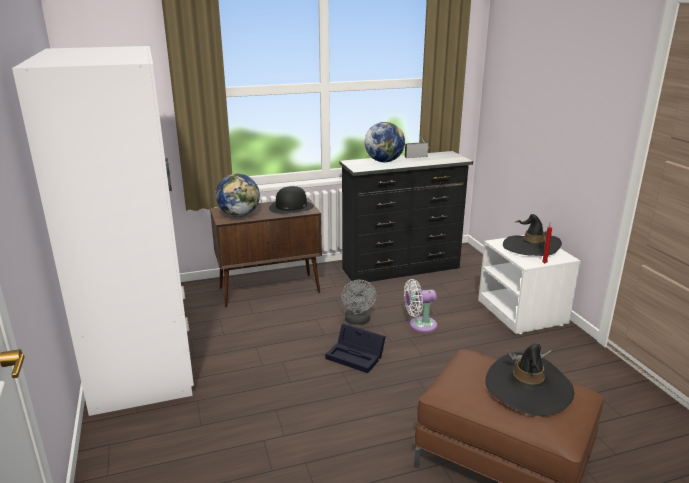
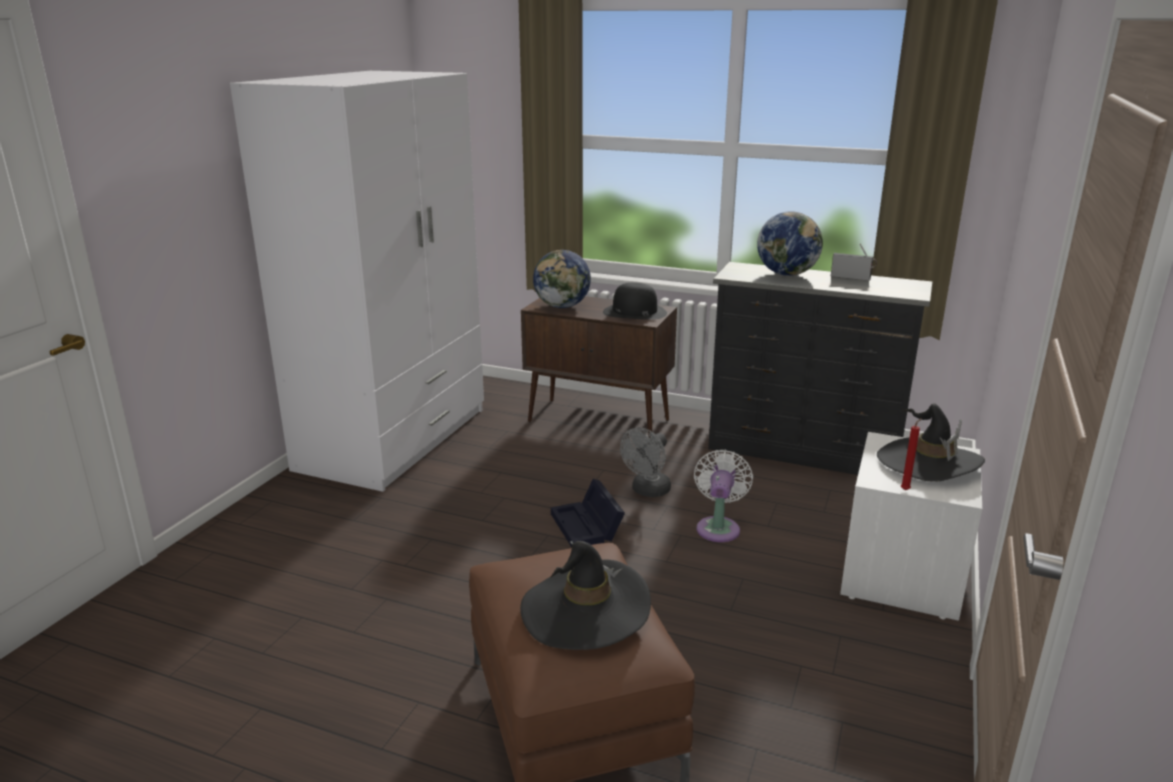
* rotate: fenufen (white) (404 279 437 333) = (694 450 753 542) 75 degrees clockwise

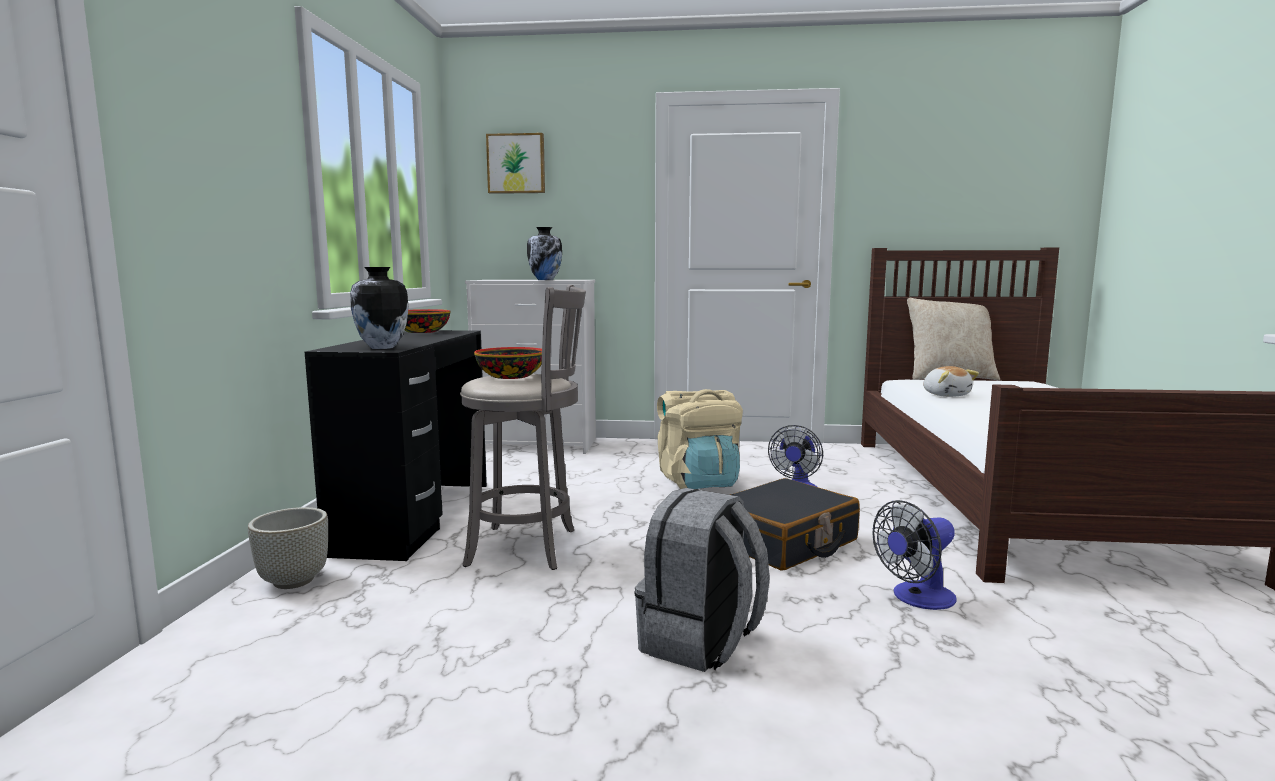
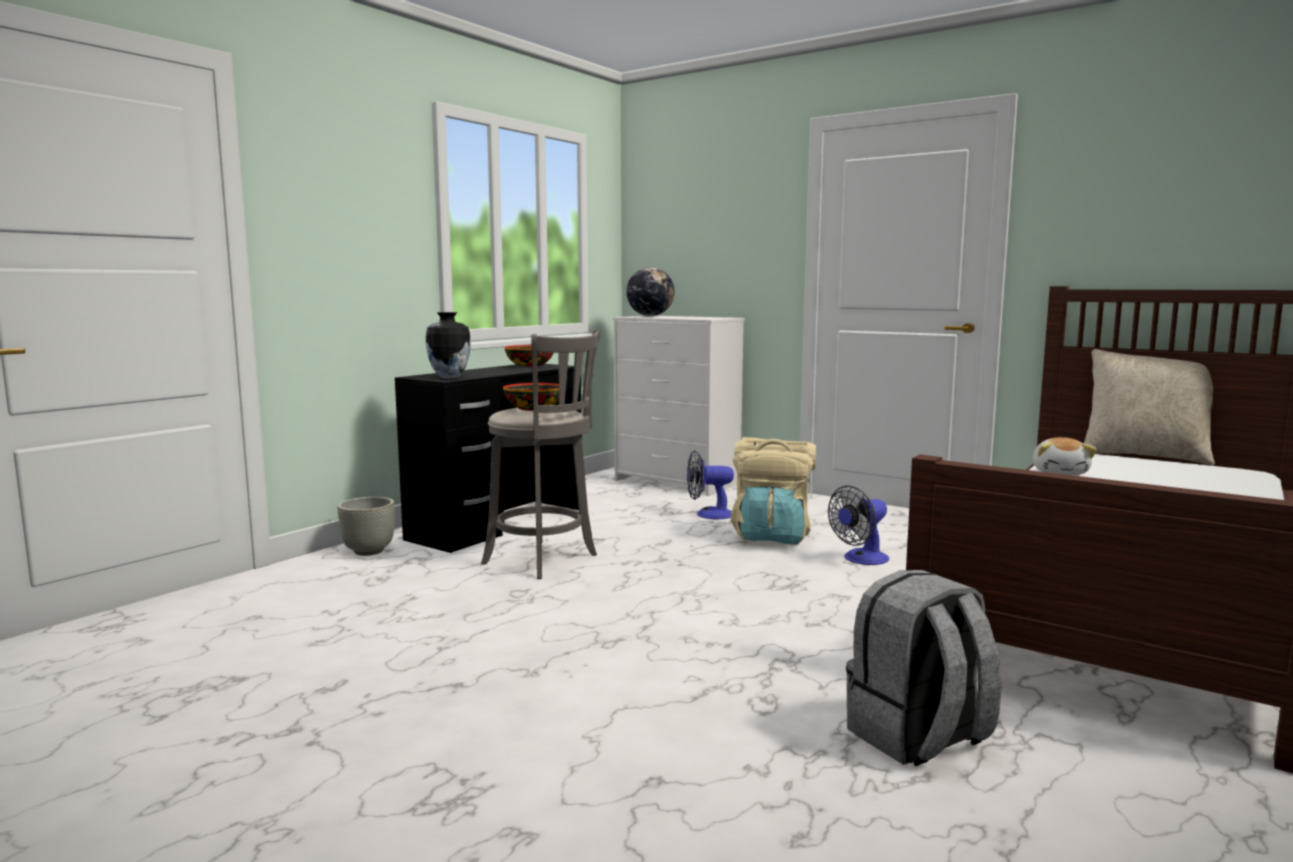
* delete: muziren (486 133 545 194)
* delete: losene (527 227 562 280)
* delete: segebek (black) (730 478 860 570)
* insert: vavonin (626 267 674 316)
* move: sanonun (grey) (634 488 770 672) to (846 570 1002 766)
* move: fenufen (873 500 957 610) to (687 450 734 520)

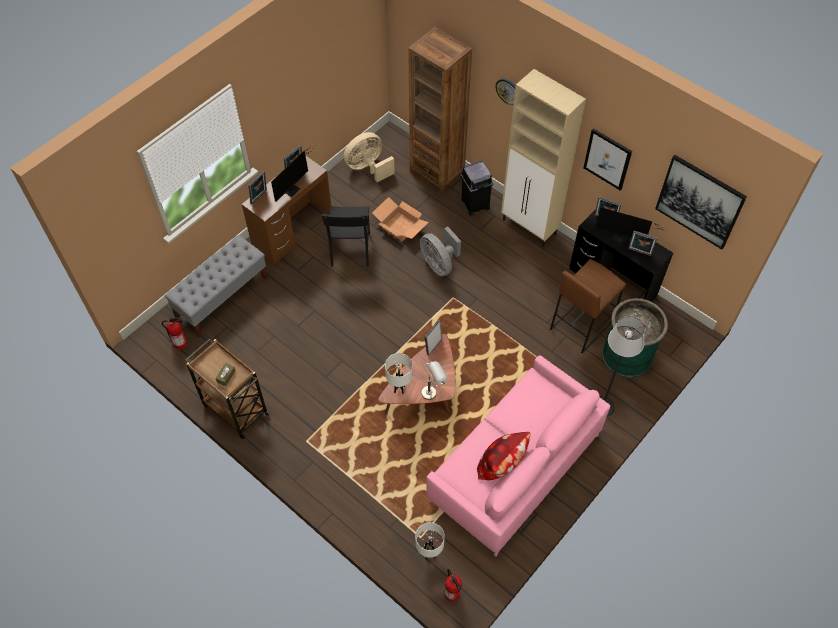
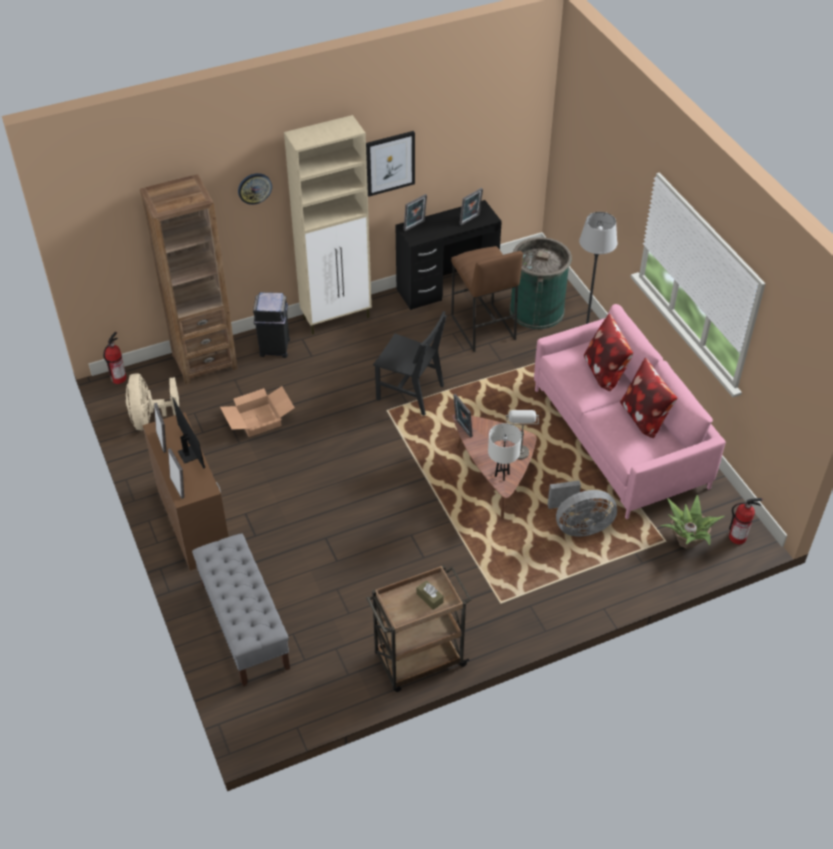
* delete: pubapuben (595 207 665 244)
* delete: muziren (655 155 747 249)
* insert: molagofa (584 314 633 391)
* move: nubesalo (162 317 187 349) to (103 332 127 384)
* move: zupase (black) (322 206 370 267) to (373 311 447 416)
* move: fenufen (grey) (420 227 461 276) to (548 481 617 537)
* replace: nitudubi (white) (415 522 445 560) to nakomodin (660 495 725 549)

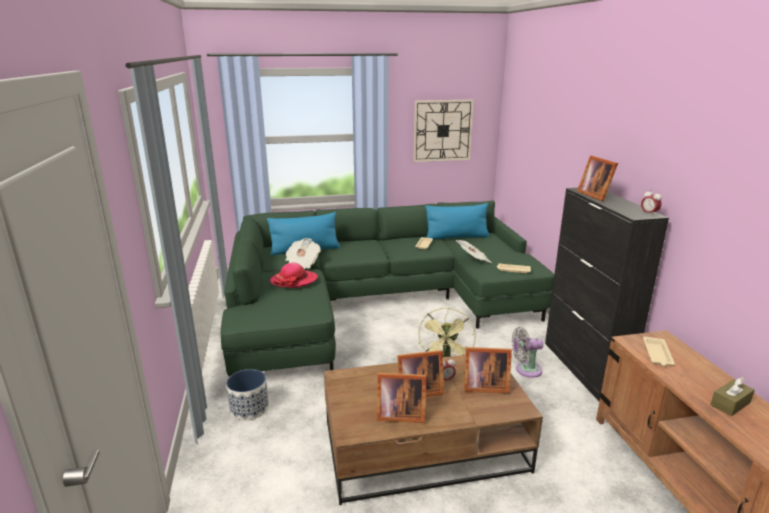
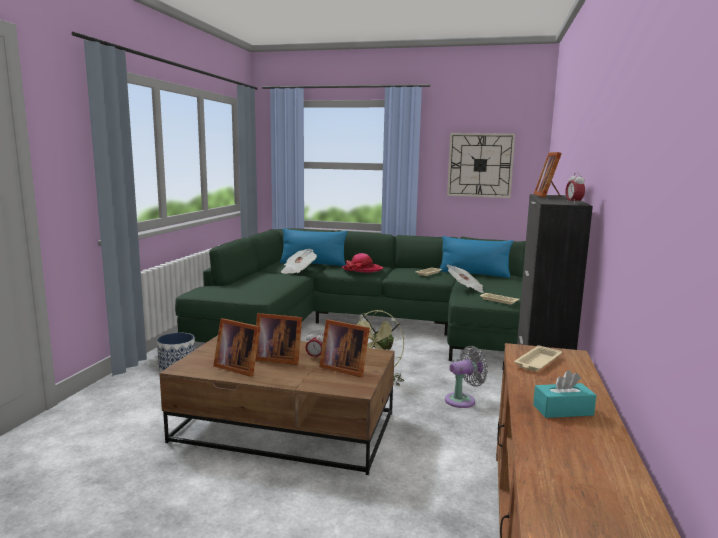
* move: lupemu (270 263 318 288) to (342 253 384 273)
* recolor: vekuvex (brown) (710 377 755 416) to vekuvex (turquoise) (533 370 596 418)
* rotate: fenufen (grey) (512 327 543 378) = (445 346 488 408) 135 degrees clockwise

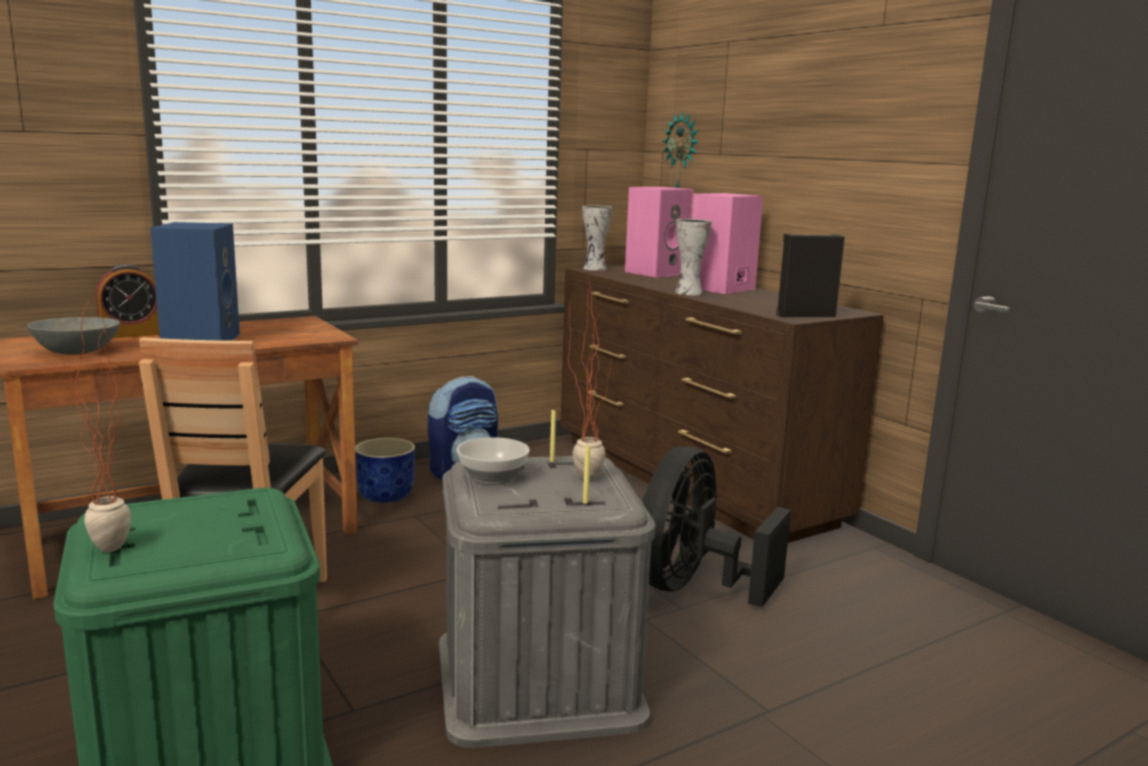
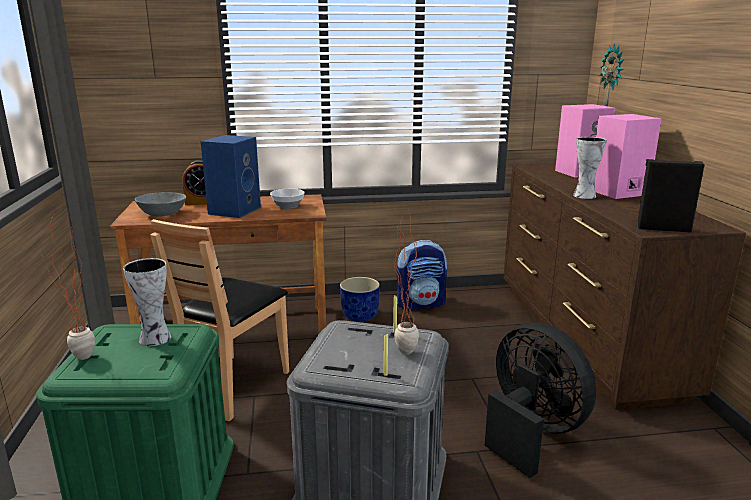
* move: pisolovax (457 437 530 485) to (270 189 305 209)
* move: losene (582 205 613 271) to (123 258 171 346)
* rotate: fenufen (black) (643 446 791 607) = (485 323 596 478) 90 degrees clockwise

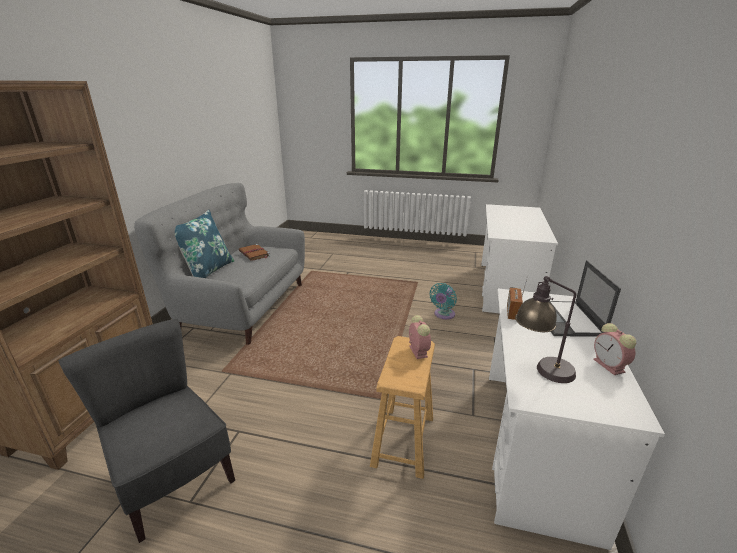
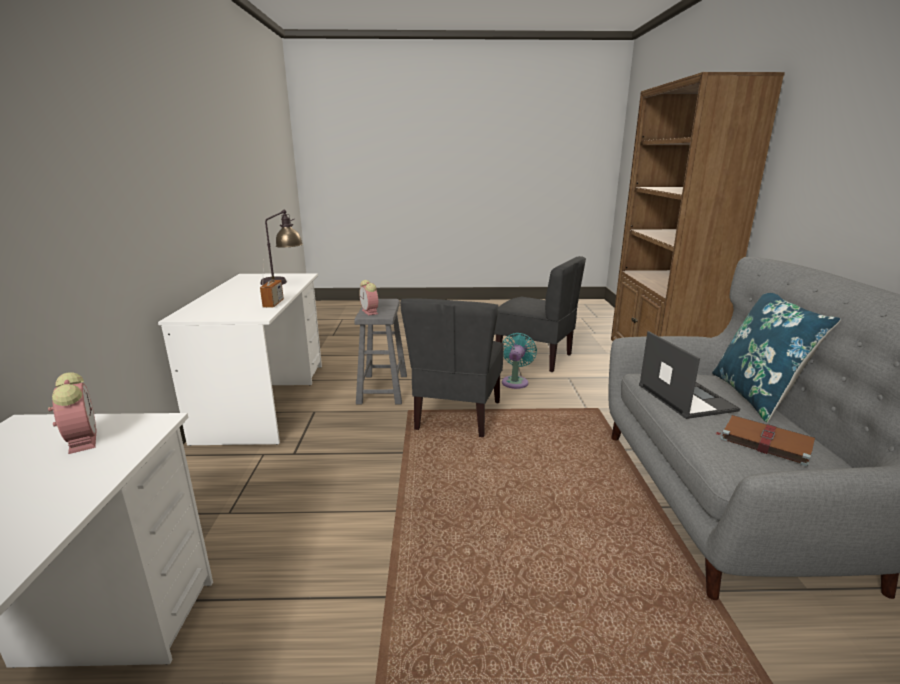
* insert: zupase (grey) (400 298 504 437)
* move: fenufen (turquoise) (429 283 457 319) to (502 333 537 389)
* move: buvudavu (549 260 621 337) to (639 331 741 419)
* move: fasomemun (593 323 636 375) to (48 372 97 454)
* recolor: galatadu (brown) (370 336 435 479) to galatadu (grey) (354 299 407 405)

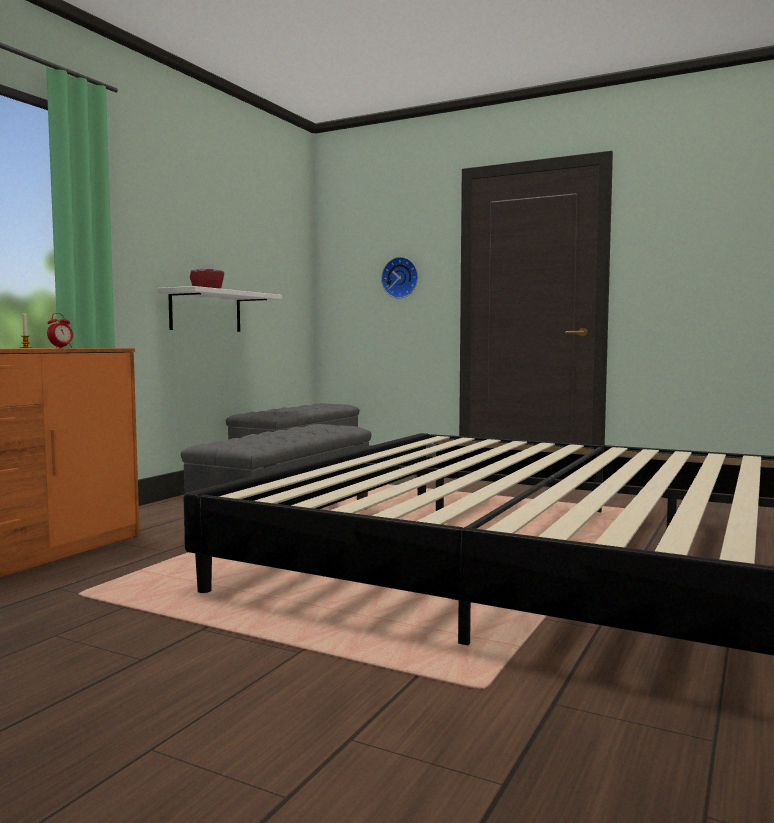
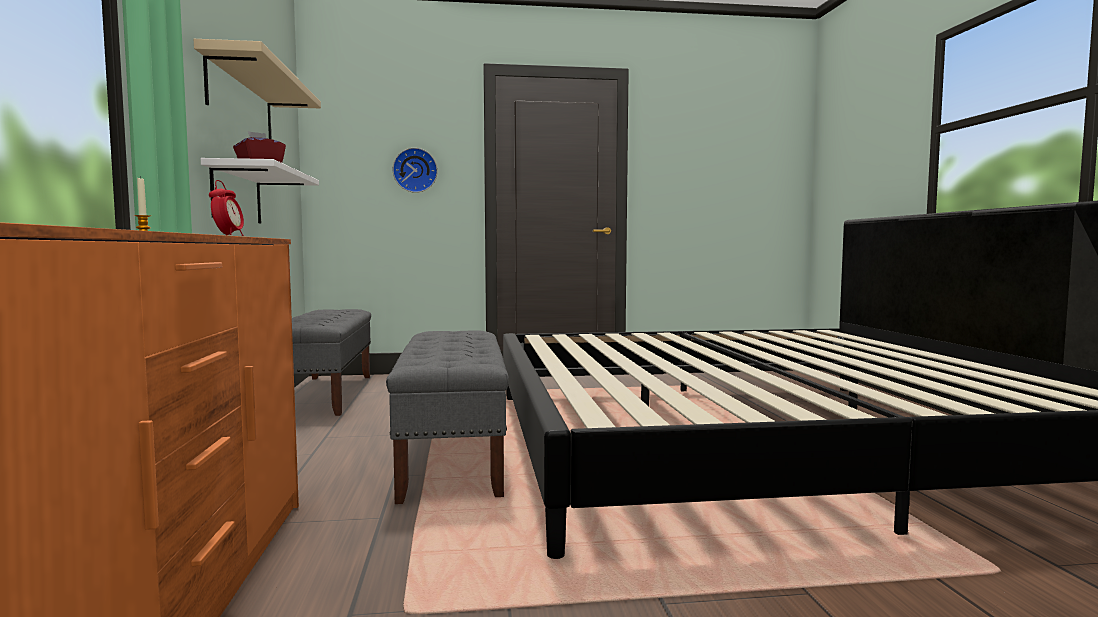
* insert: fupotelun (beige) (194 39 321 139)

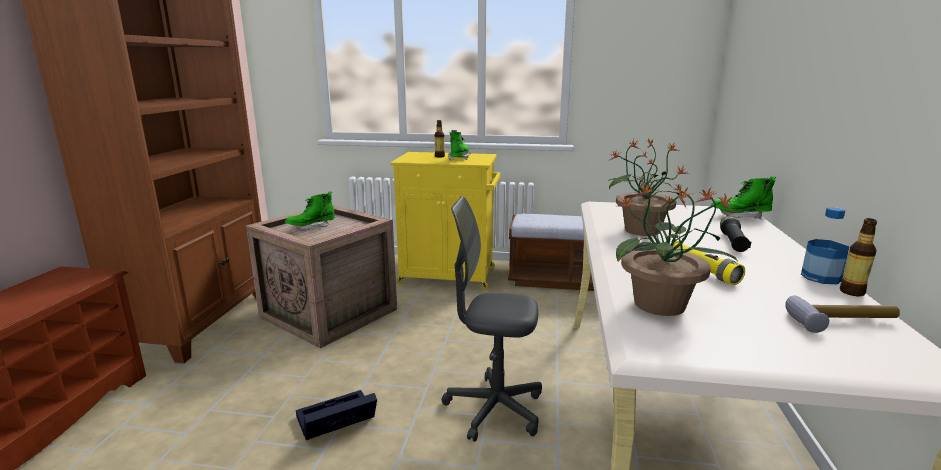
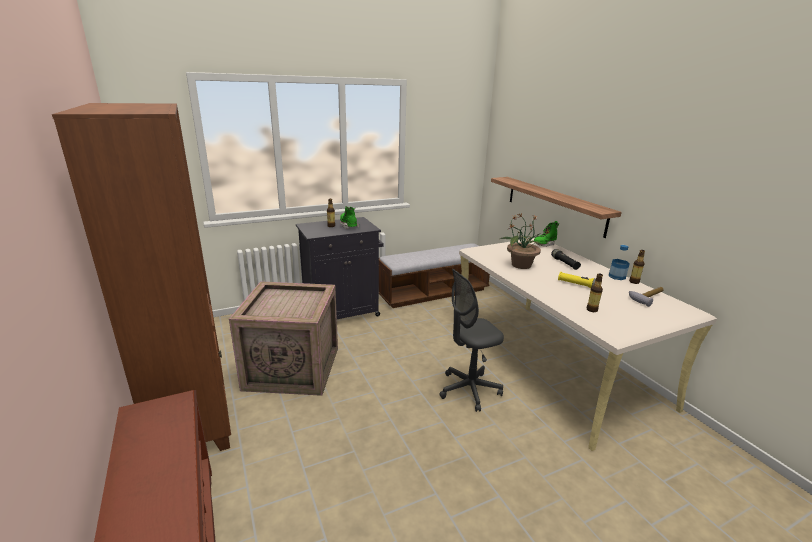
* delete: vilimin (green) (285 191 335 230)
* delete: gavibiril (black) (296 390 377 440)
* insert: fupotelun (491 177 622 238)
* replace: nakomodin (616 184 737 316) to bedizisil (587 274 603 312)
* recolor: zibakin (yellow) (390 152 500 290) to zibakin (black) (296 217 383 319)

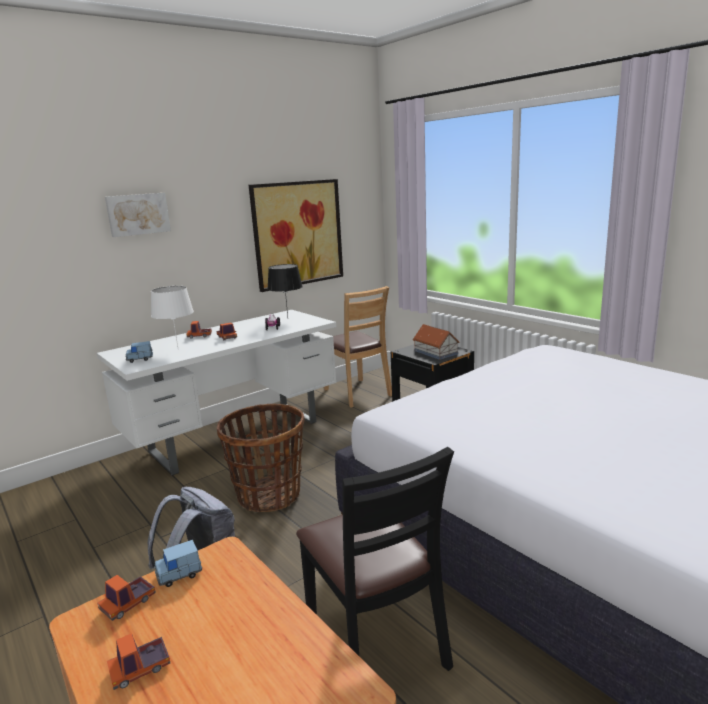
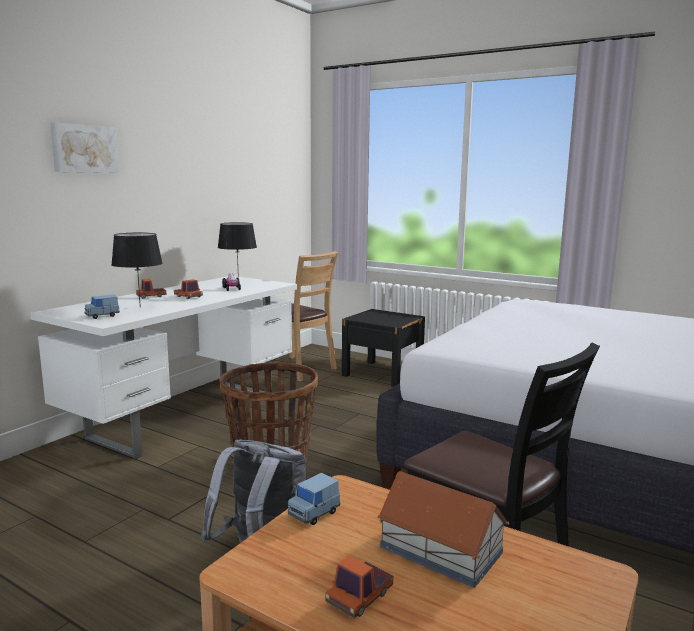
* delete: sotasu (97 575 156 621)
* delete: muziren (249 179 343 292)
* move: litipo (413 324 460 360) to (378 471 510 588)
* recolor: nitudubi (white) (151 286 194 347) to nitudubi (black) (111 233 163 307)

